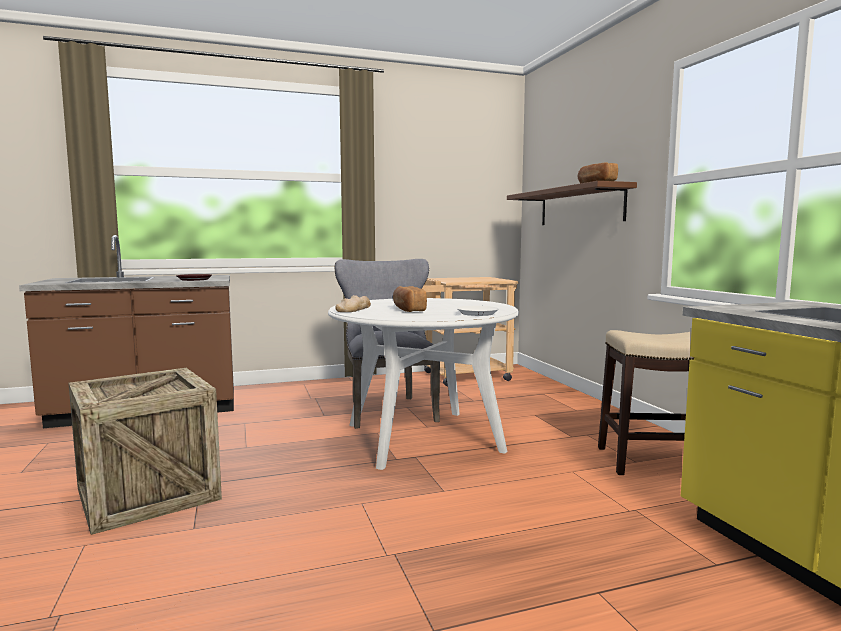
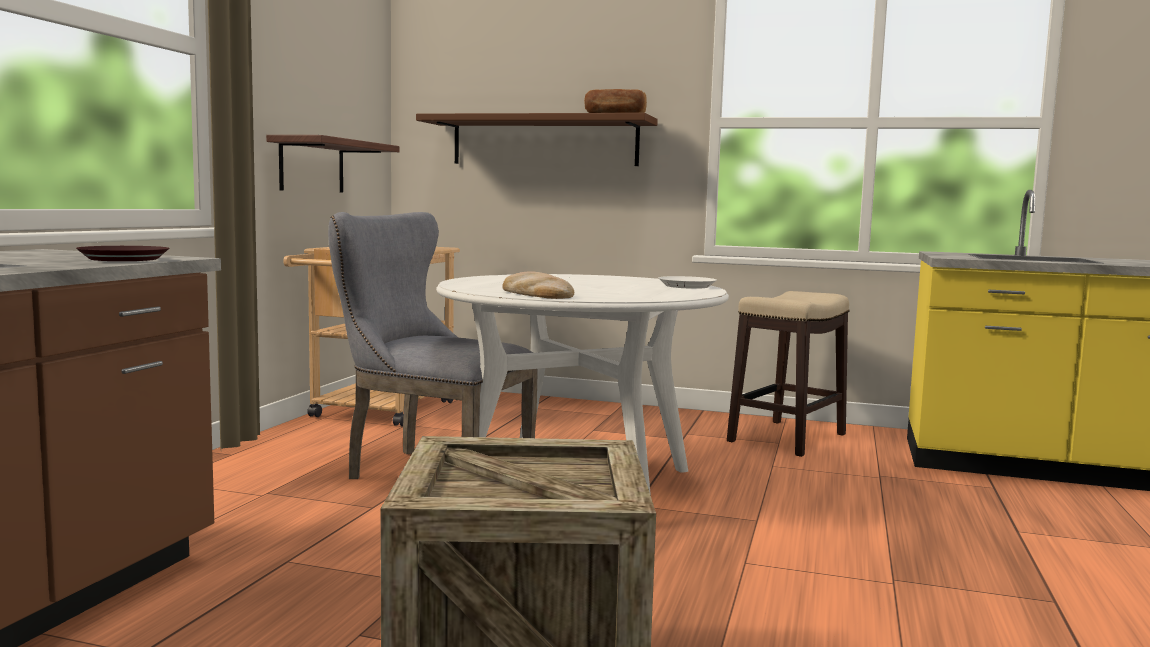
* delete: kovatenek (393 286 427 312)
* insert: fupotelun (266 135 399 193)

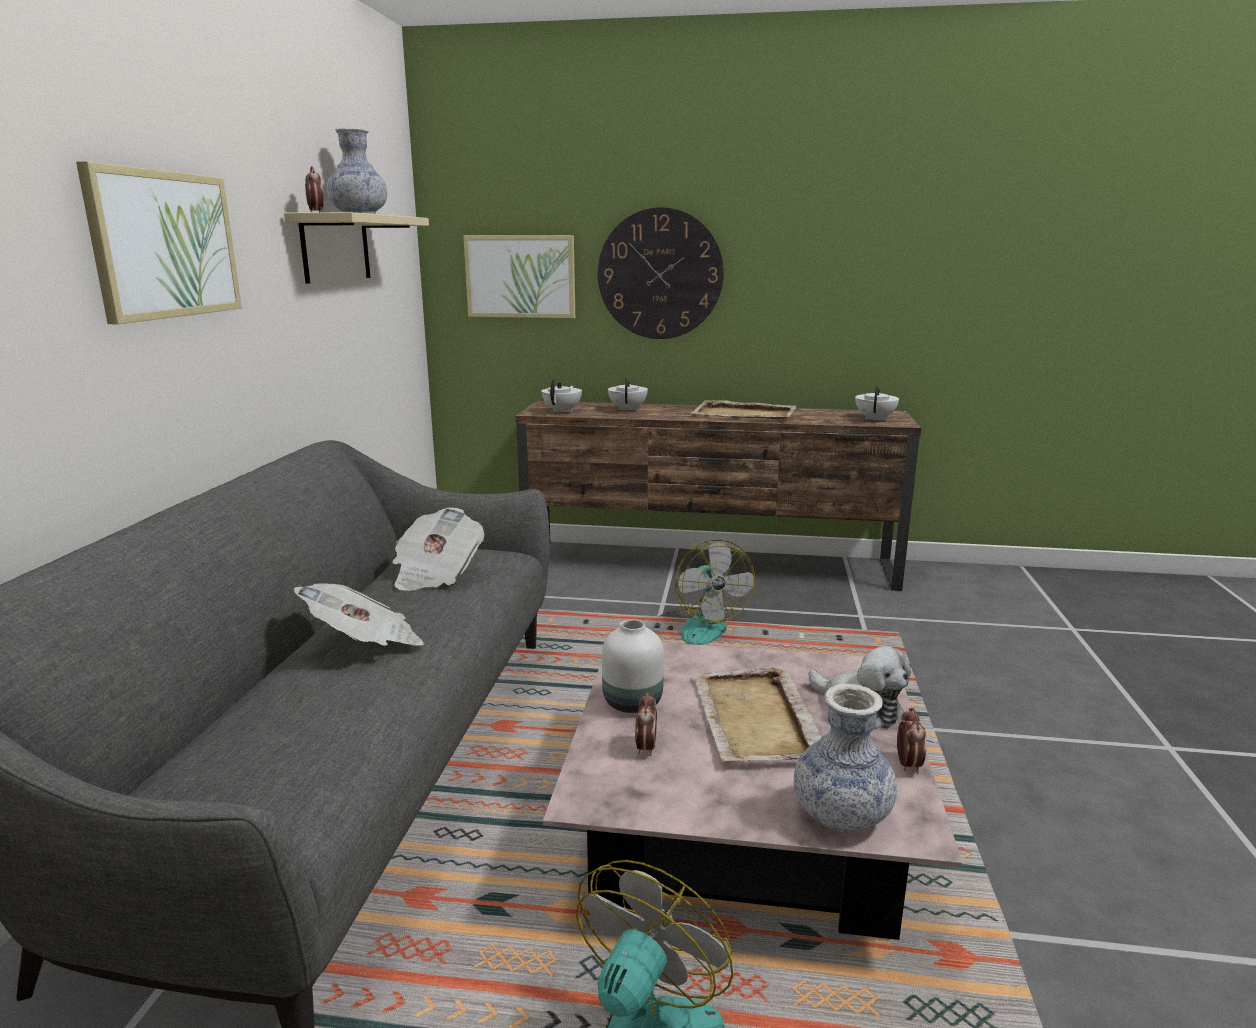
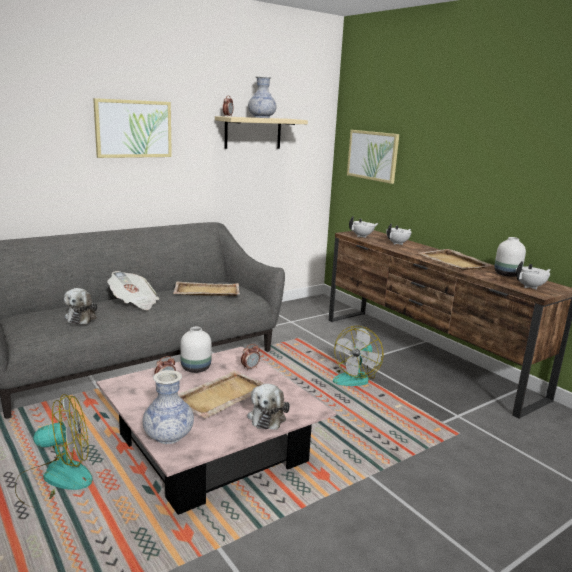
* delete: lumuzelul (598 207 724 339)
* insert: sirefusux (64 288 98 324)
* insert: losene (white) (494 237 526 277)
* move: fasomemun (897 707 926 774) to (241 344 260 371)
* replace: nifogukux (393 507 484 591) to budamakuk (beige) (173 282 240 296)

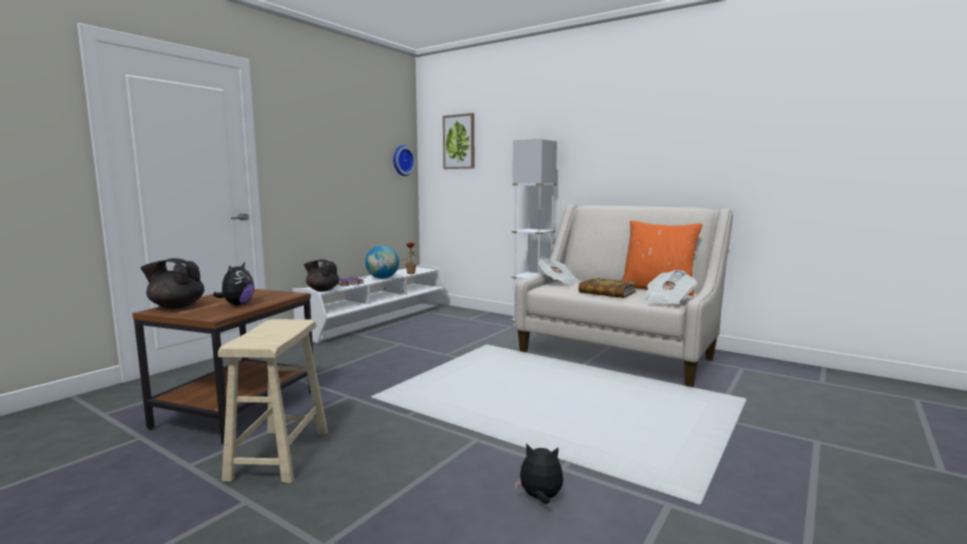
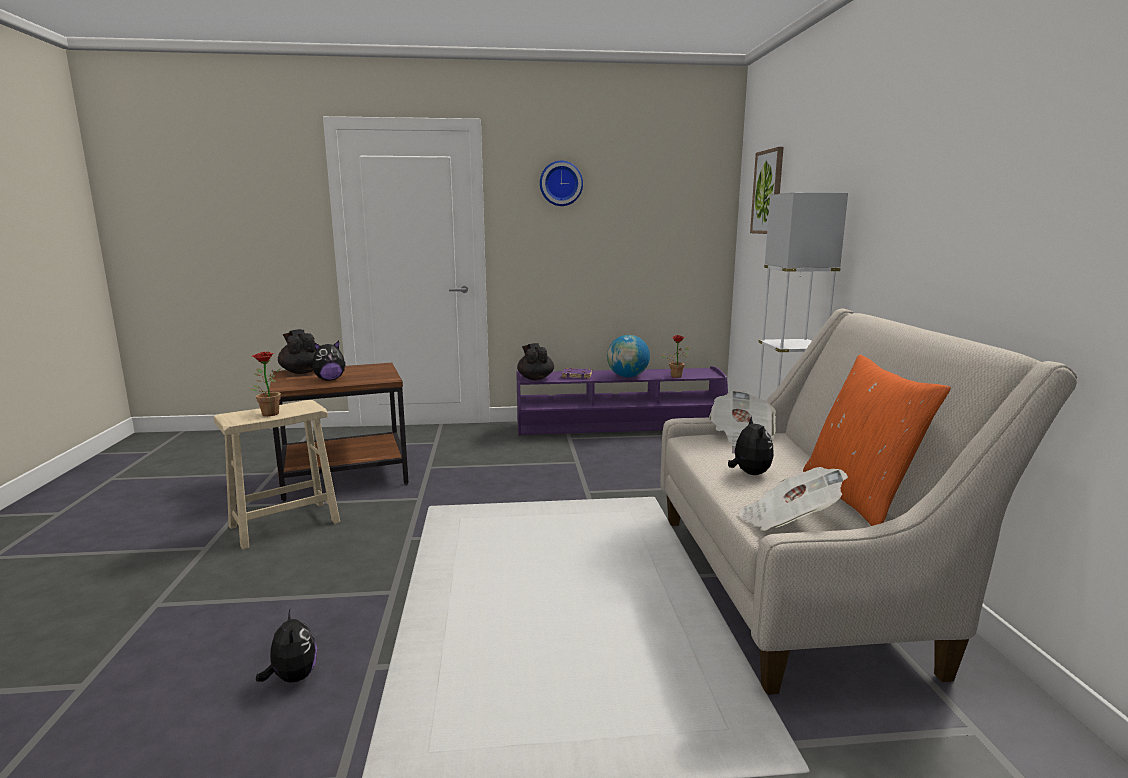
* insert: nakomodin (250 352 281 416)
* move: lumuzelul (393 145 416 176) to (540 161 583 206)
* replace: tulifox (578 278 636 298) to sirefusux (728 416 774 475)
* recolor: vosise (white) (292 265 445 343) to vosise (purple) (516 366 728 436)

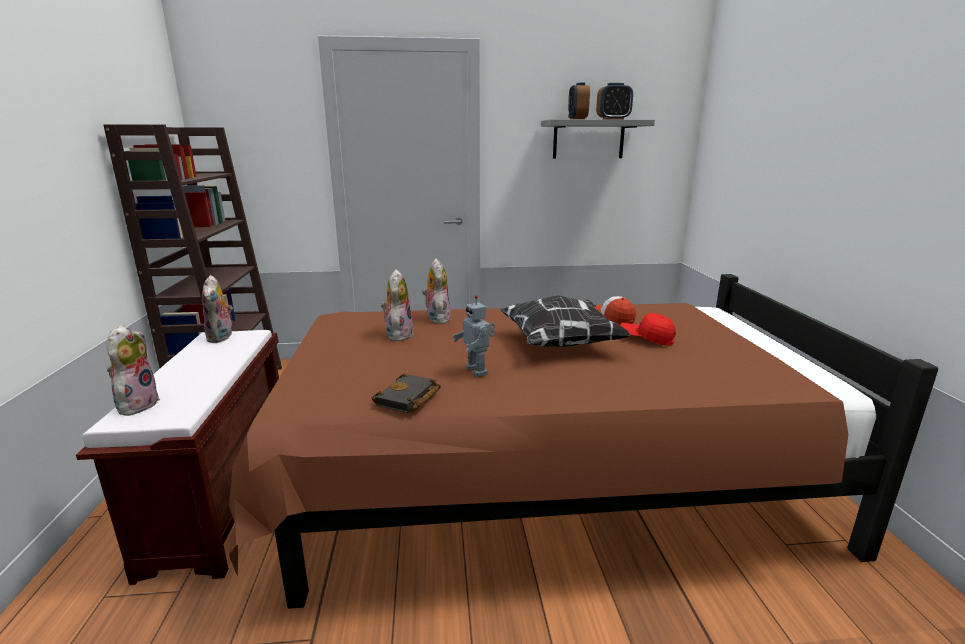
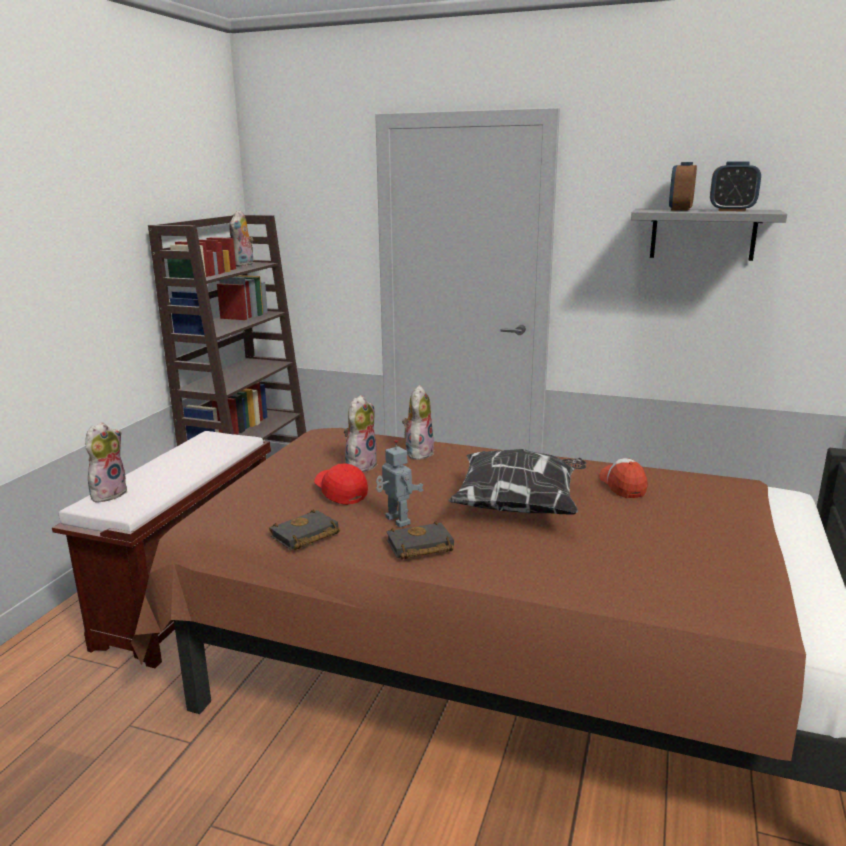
* insert: tulifox (black) (386 521 454 560)
* move: sirefusux (202 275 233 343) to (229 210 254 267)
* move: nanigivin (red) (620 313 676 346) to (314 463 368 505)
* rotate: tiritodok (452 295 496 377) = (376 440 424 527) 150 degrees clockwise

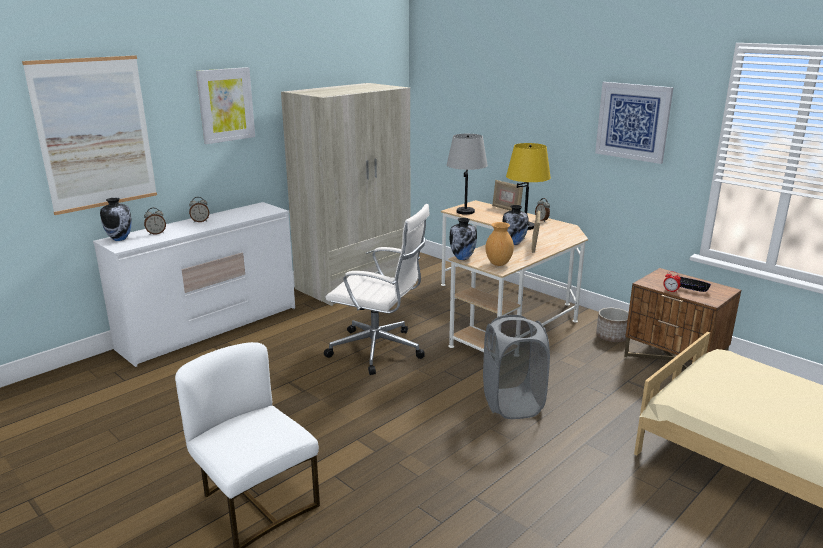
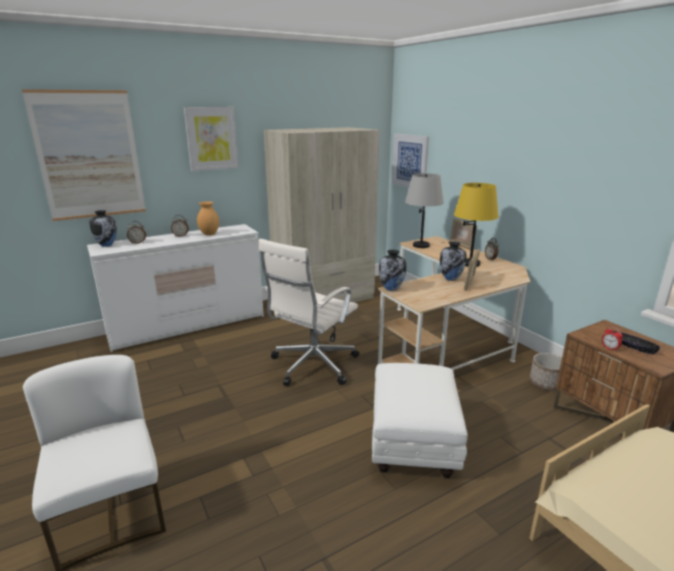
* move: losene (brown) (485 222 514 266) to (197 202 219 235)
* move: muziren (595 82 674 164) to (392 133 429 188)
* replace: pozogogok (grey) (483 315 550 419) to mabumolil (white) (372 363 467 478)
* rotate: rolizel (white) (324 204 430 375) = (258 239 359 386) 90 degrees clockwise

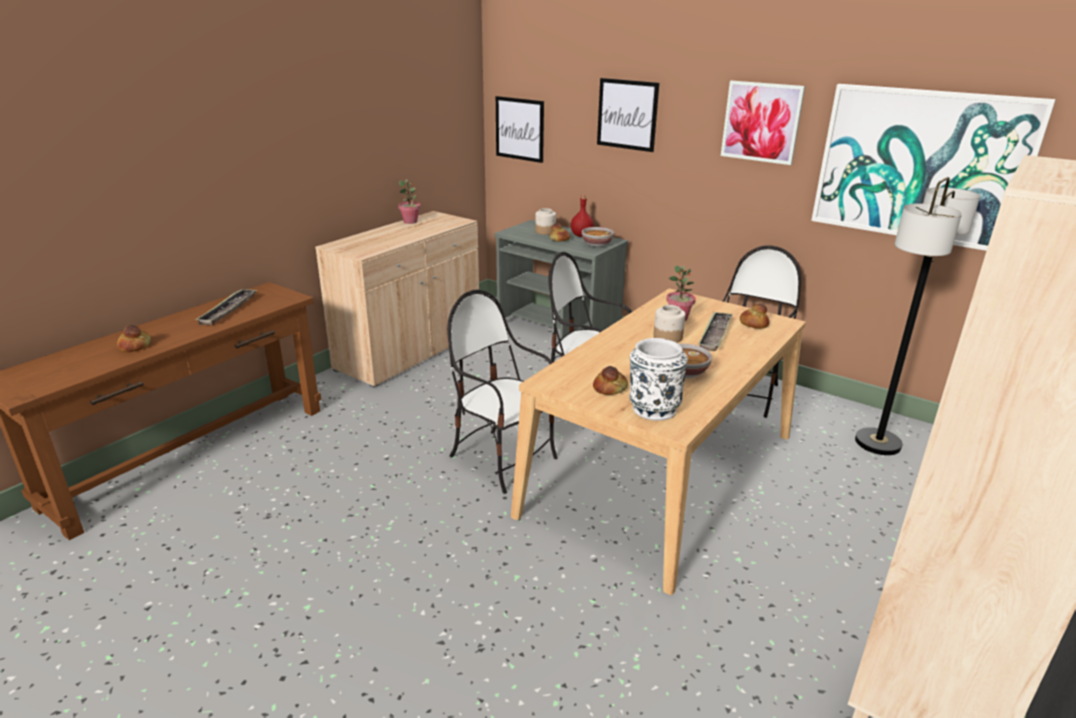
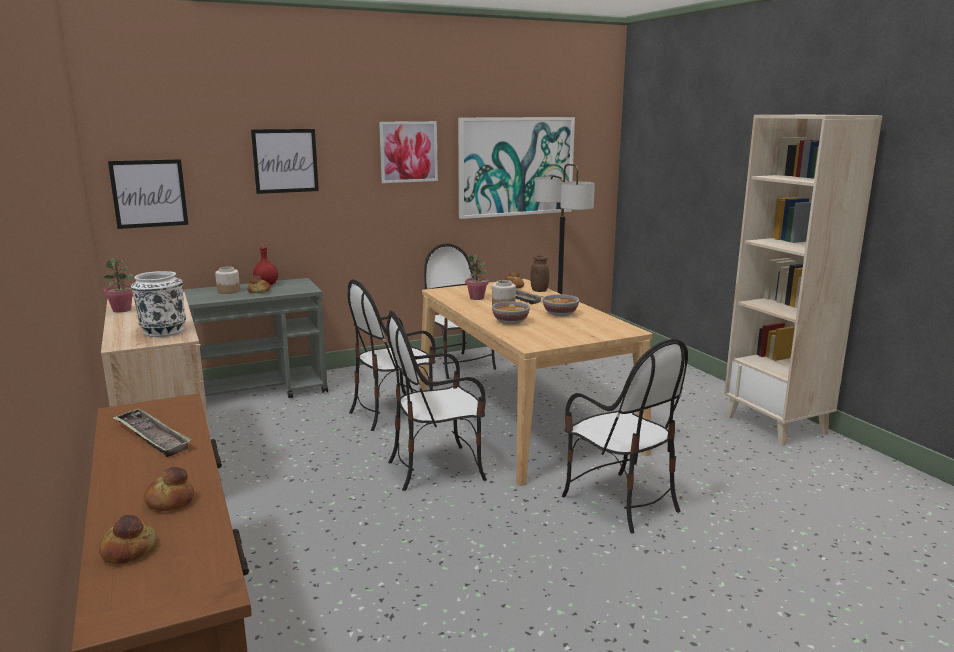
* insert: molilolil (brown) (530 255 549 292)
* insert: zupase (562 339 688 534)
* move: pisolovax (582 227 614 247) to (492 301 530 324)
* move: kovatenek (593 366 628 395) to (99 515 156 564)
* move: losene (white) (629 338 688 421) to (131 271 186 337)

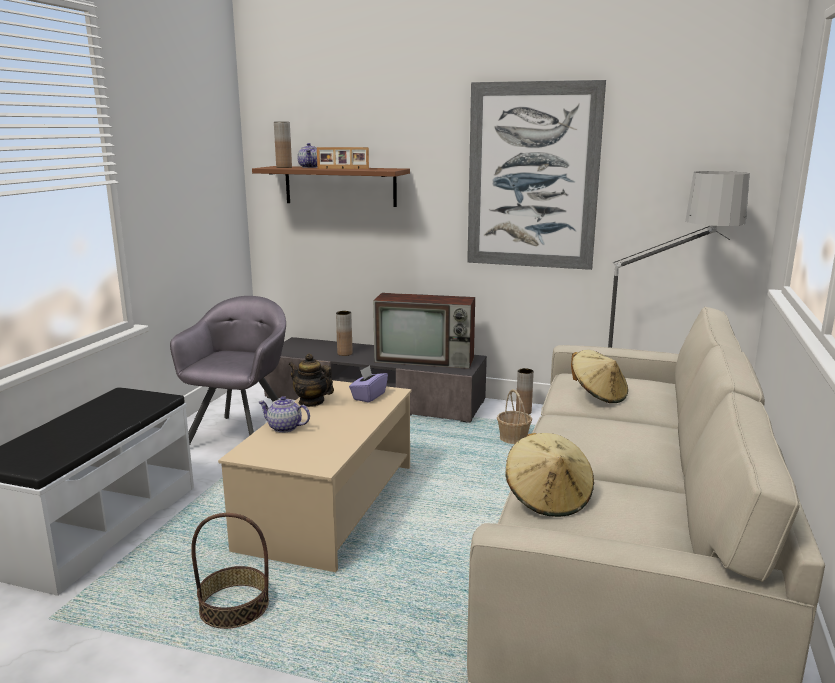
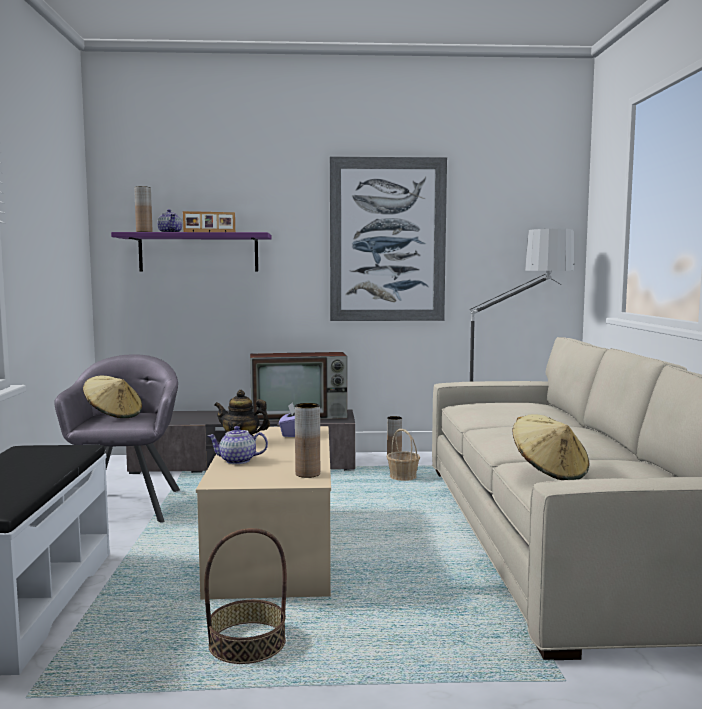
* move: losene (brown) (336 311 353 356) to (295 403 320 478)
* move: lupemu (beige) (571 350 628 403) to (83 376 142 418)
* recolor: fupotelun (brown) (252 166 410 207) to fupotelun (purple) (111 232 271 271)

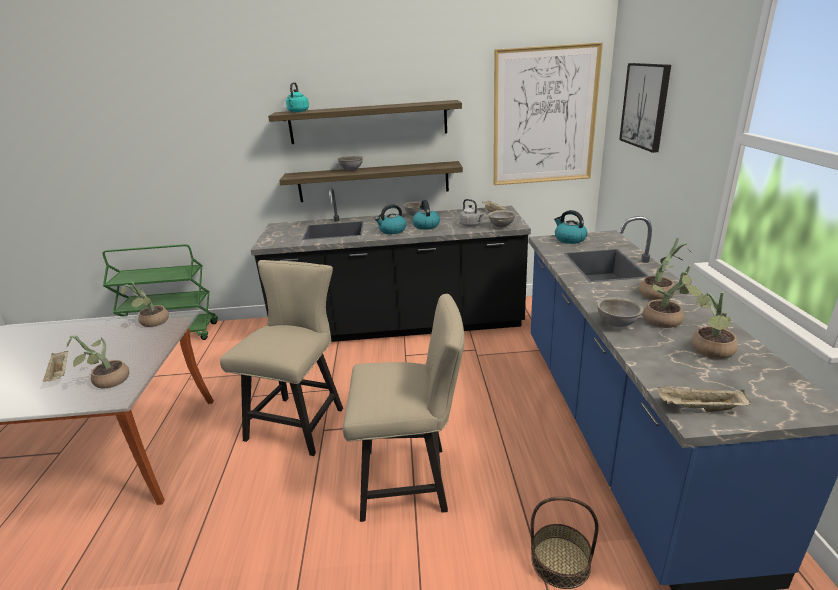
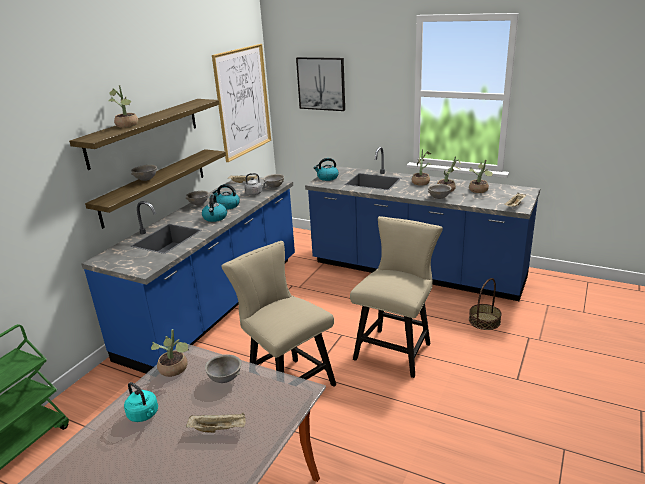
* insert: pisolovax (grey) (205 354 241 383)
* move: nakomodin (67 335 129 388) to (108 85 138 128)
* move: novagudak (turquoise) (286 82 309 112) to (124 382 158 422)
* recolor: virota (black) (251 188 531 342) to virota (blue) (81 175 295 374)

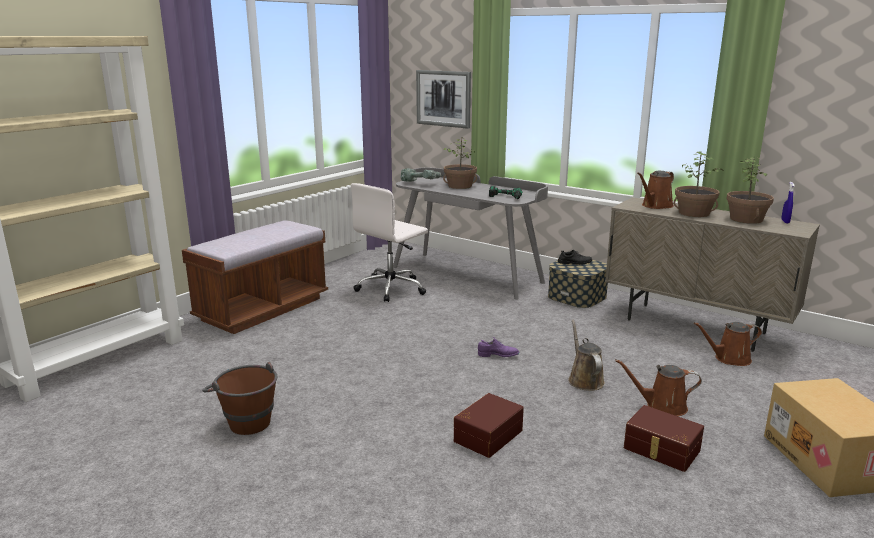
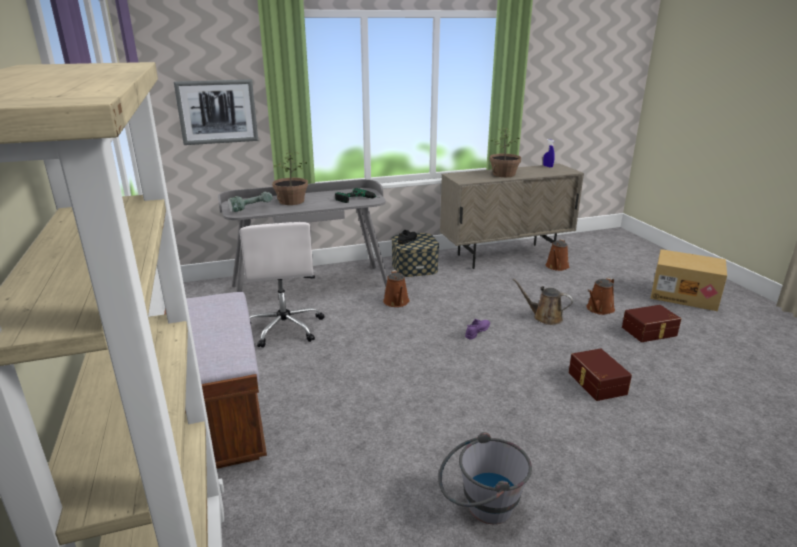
* delete: nakomodin (727 157 774 224)
* move: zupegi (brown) (637 171 674 209) to (383 270 410 307)
* recolor: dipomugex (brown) (202 362 277 435) to dipomugex (grey) (438 432 532 524)

